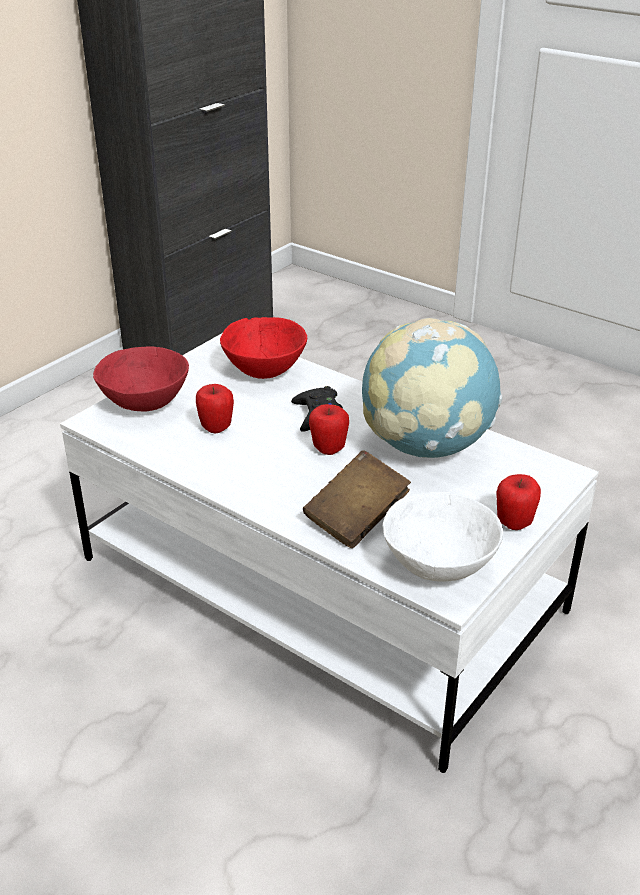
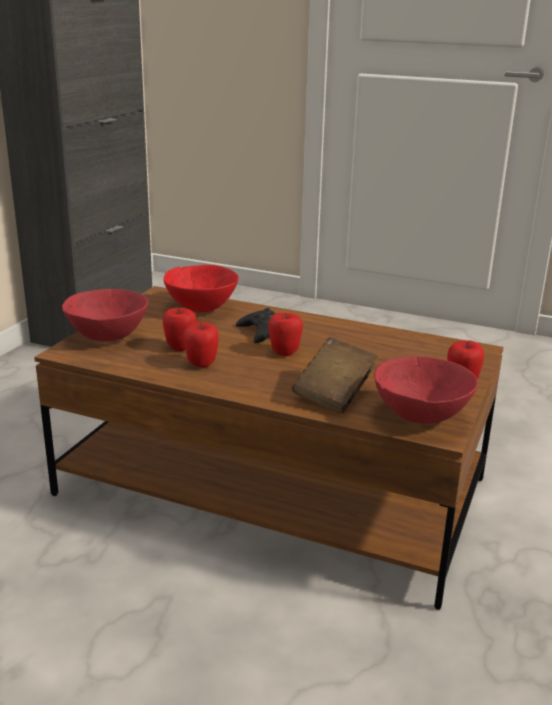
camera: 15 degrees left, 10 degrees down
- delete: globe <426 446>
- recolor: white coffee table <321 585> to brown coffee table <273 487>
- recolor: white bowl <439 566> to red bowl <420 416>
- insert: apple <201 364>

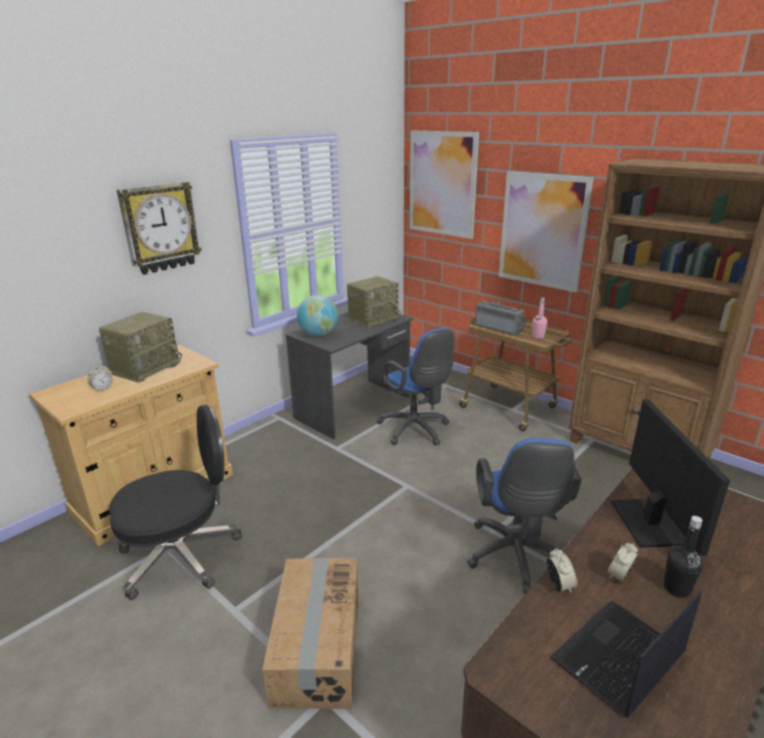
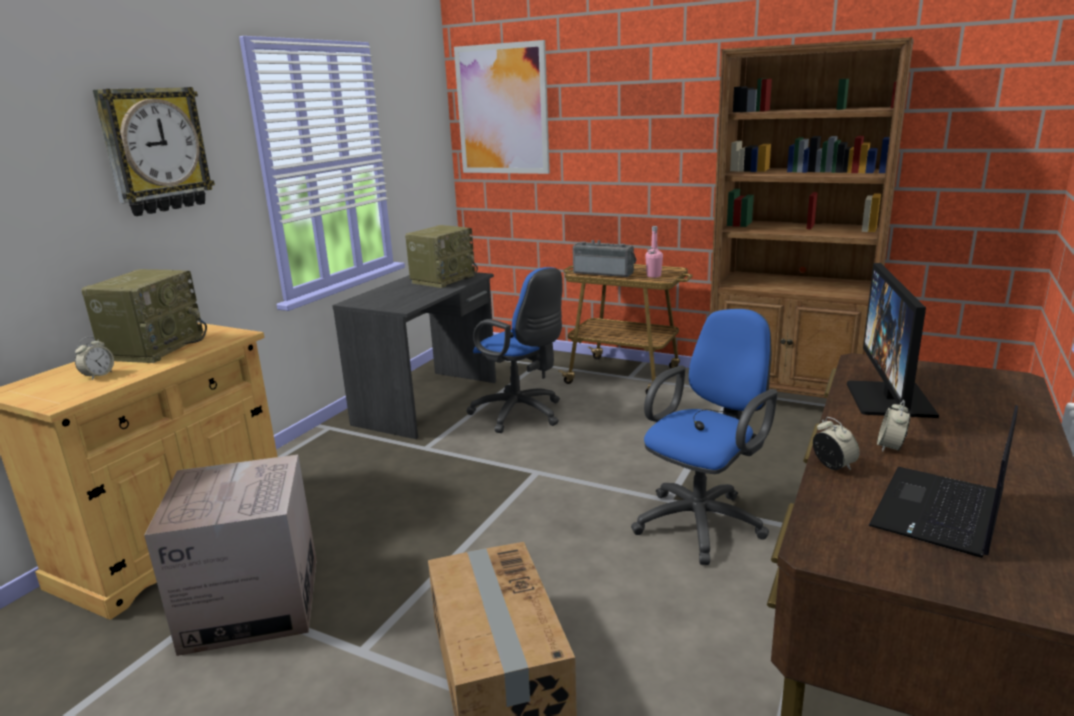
camera: 15 degrees left, 5 degrees down
- delete: picture <542 231>
- delete: globe <318 335>
- rotate: monitor <651 521> = <890 400> 150 degrees counterclockwise
- replace: black office chair <182 555> to cardboard box <253 603>
- rotate: blue office chair <515 558> = <703 521> 120 degrees counterclockwise
- delete: black bottle <676 588>

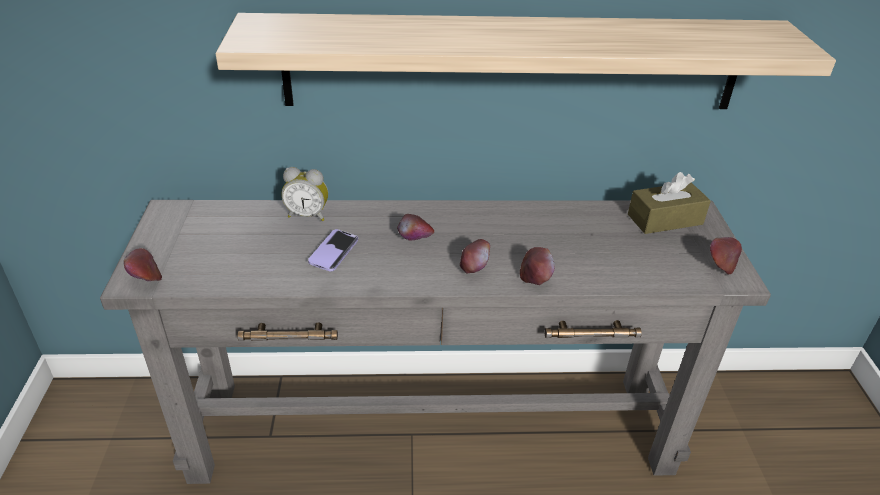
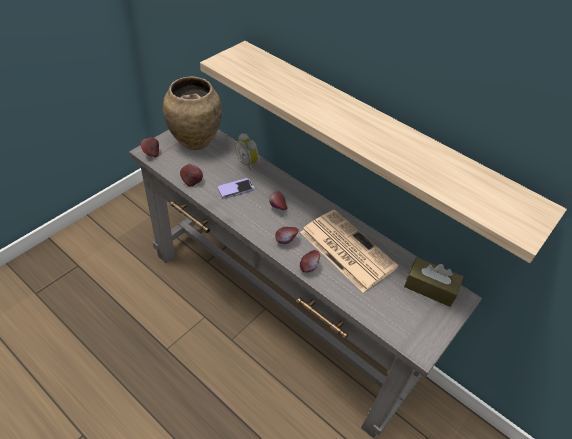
camera: 40 degrees right, 10 degrees up
- move: apple <720 266> to <192 181>
- insert: brown vase <194 142>
- insert: newspaper <346 249>

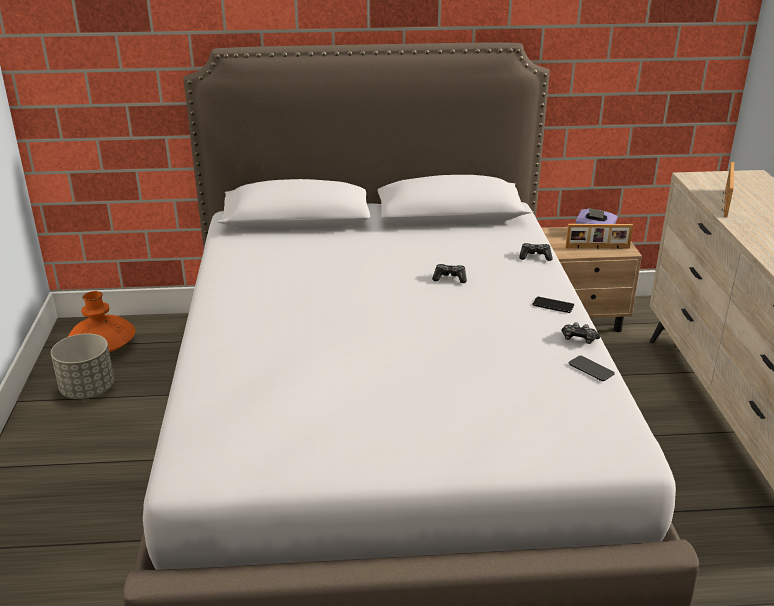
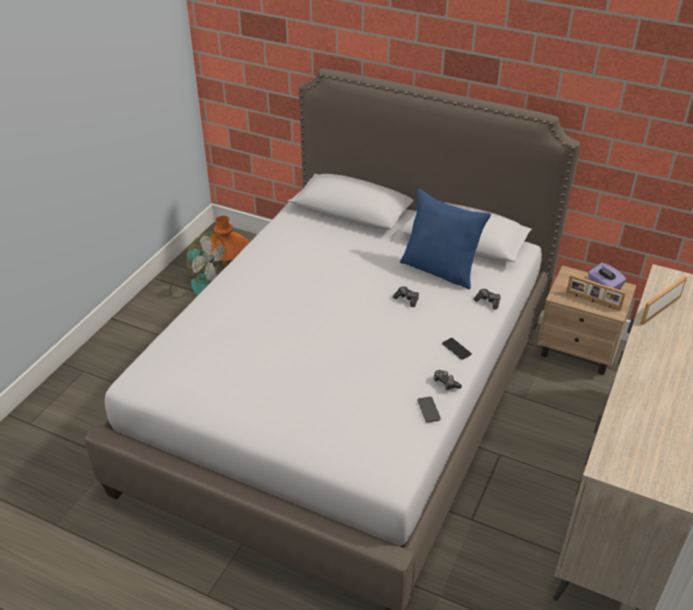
camera: 30 degrees right, 10 degrees up
- replace: grey planter <88 390> to fan <197 284>
- insert: blue pillow <440 269>

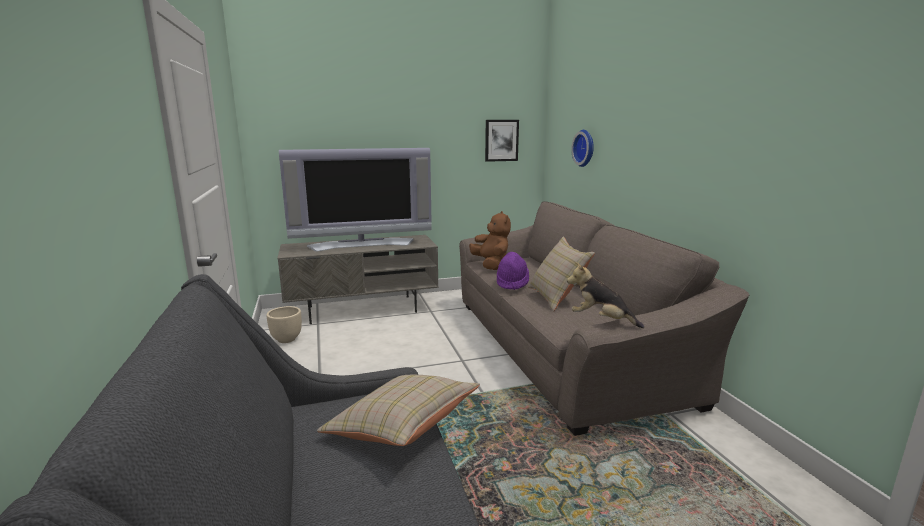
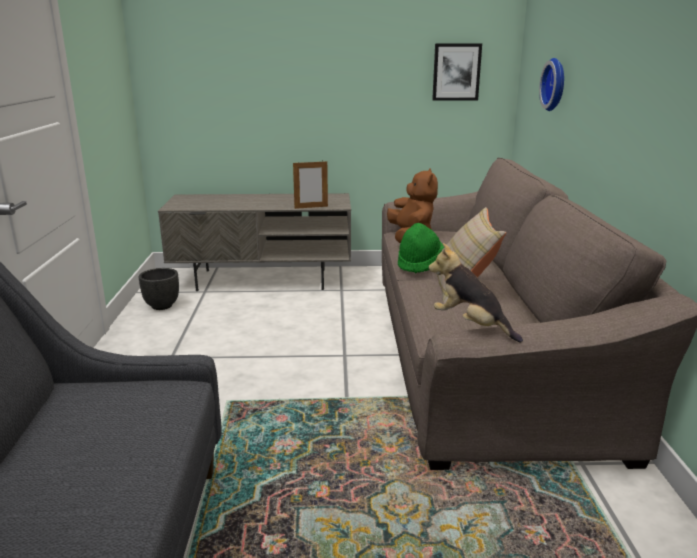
camera: 15 degrees right, 5 degrees up
- delete: television <362 244>
- recolor: purple hat <512 283> to green hat <419 264>
- recolor: beige planter <287 339> to black planter <162 306>
- delete: beige pillow <401 429>
- insert: picture frame <311 207>

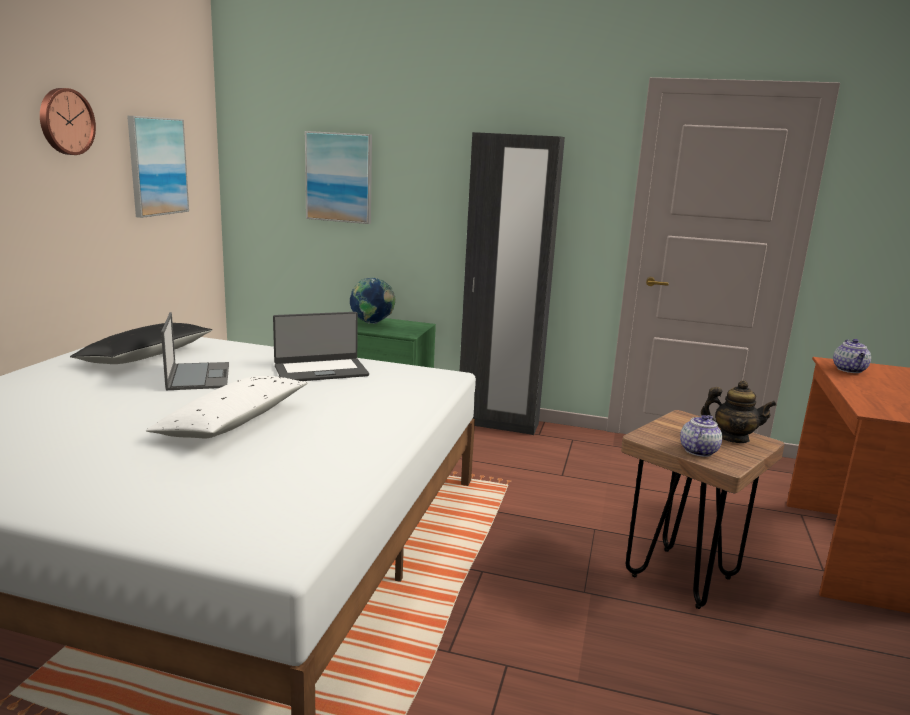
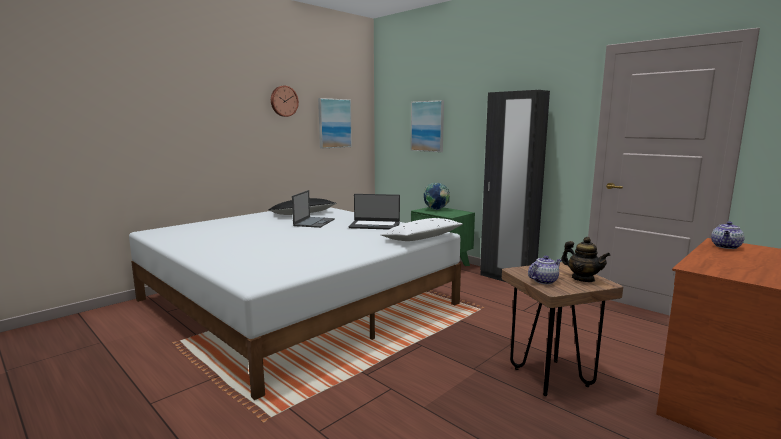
camera: 30 degrees right, 5 degrees down
- move: white pillow <233 422> to <422 238>

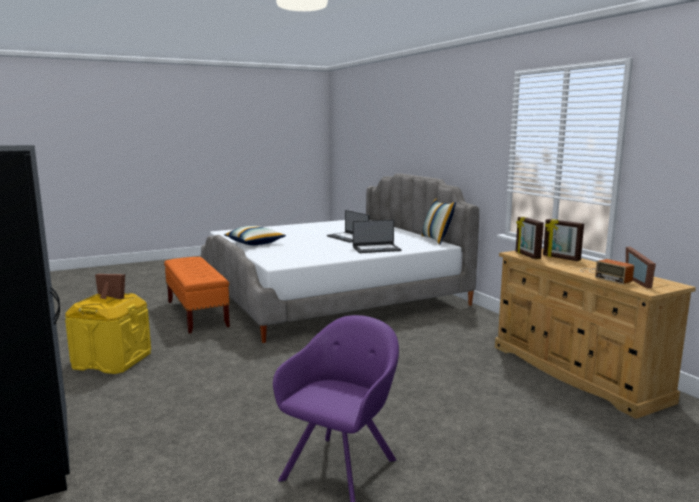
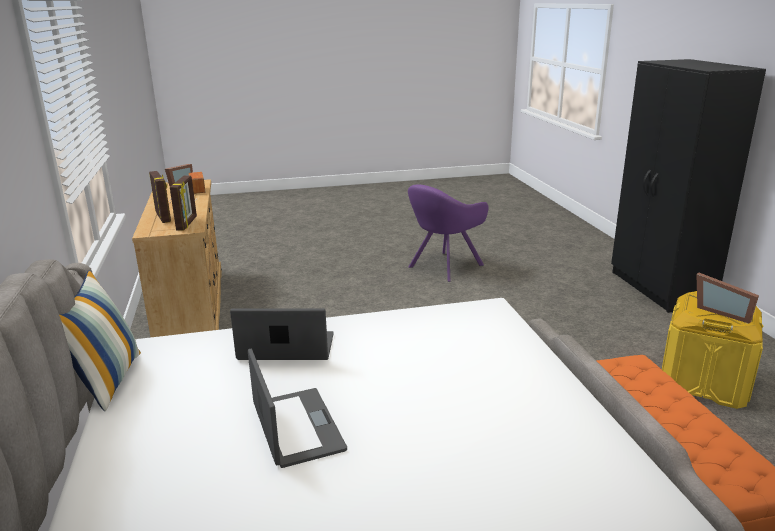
camera: 165 degrees left, 10 degrees up
- delete: pillow <255 243>

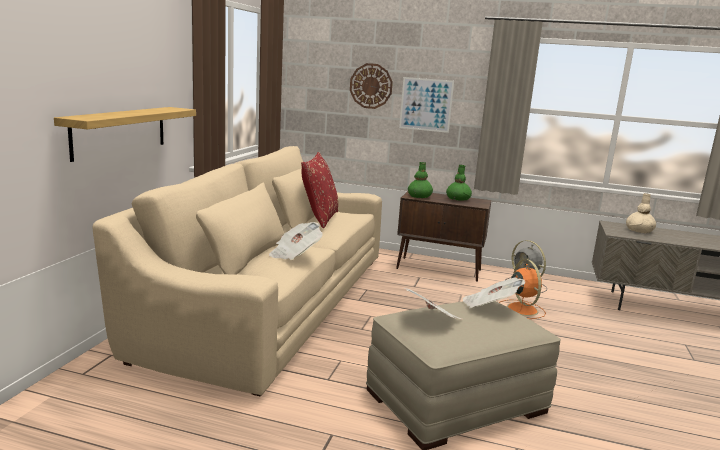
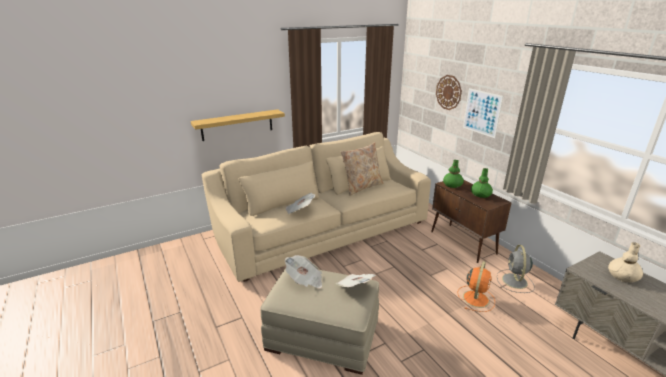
camera: 45 degrees right, 10 degrees up
- recolor: red pillow <319 218> to beige pillow <362 187>

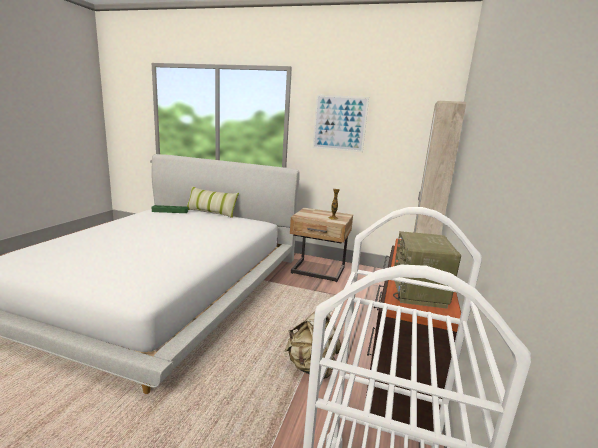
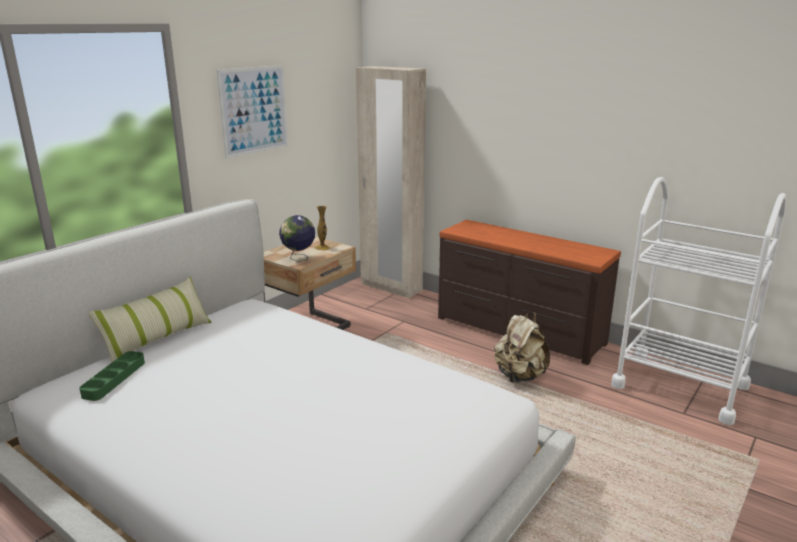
camera: 70 degrees left, 5 degrees up
- delete: radio <419 293>
- insert: globe <298 259>

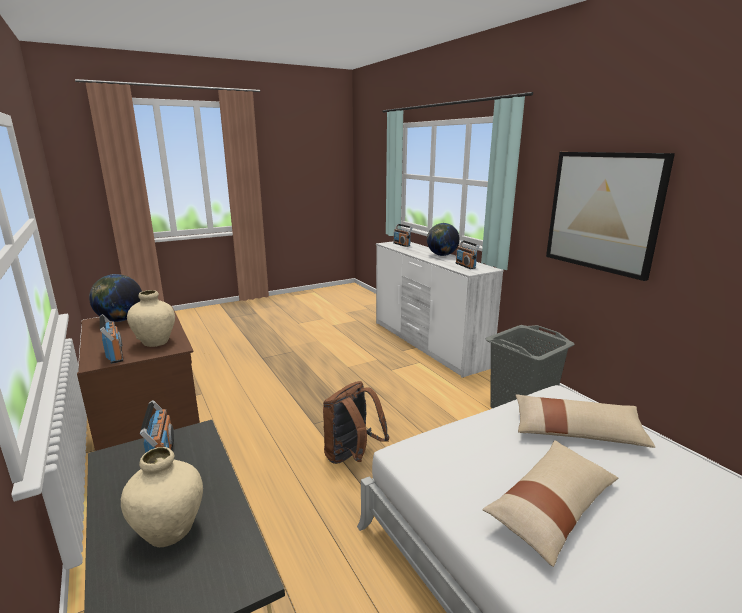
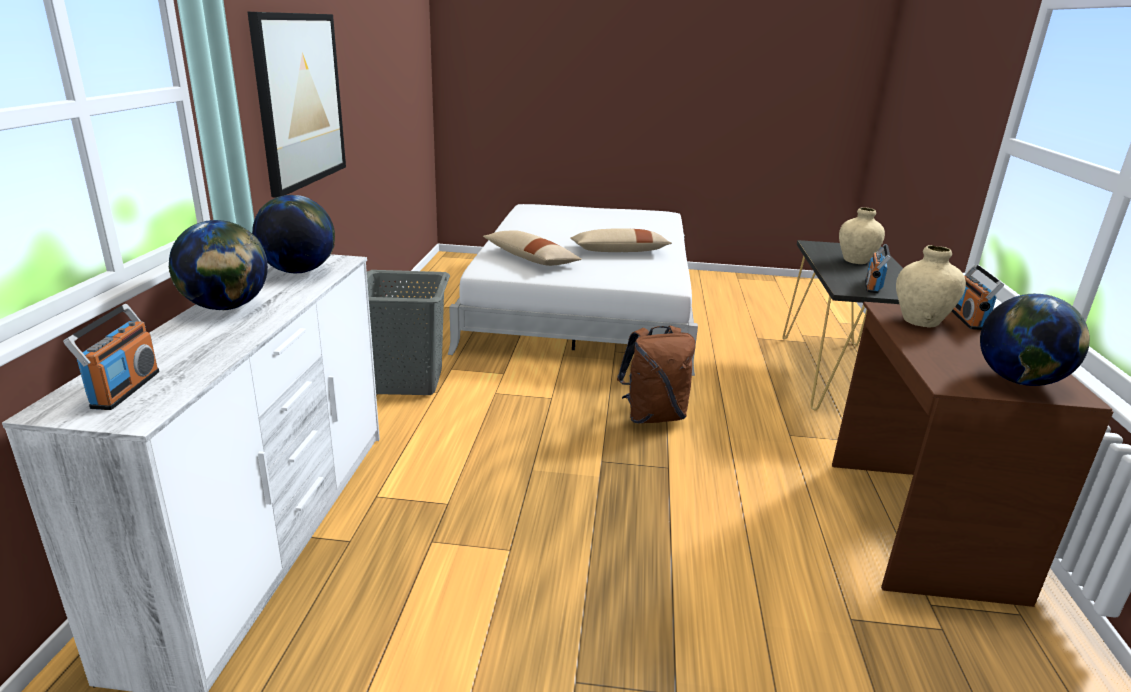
camera: 145 degrees left, 5 degrees up
- replace: radio <465 266> to globe <299 271>

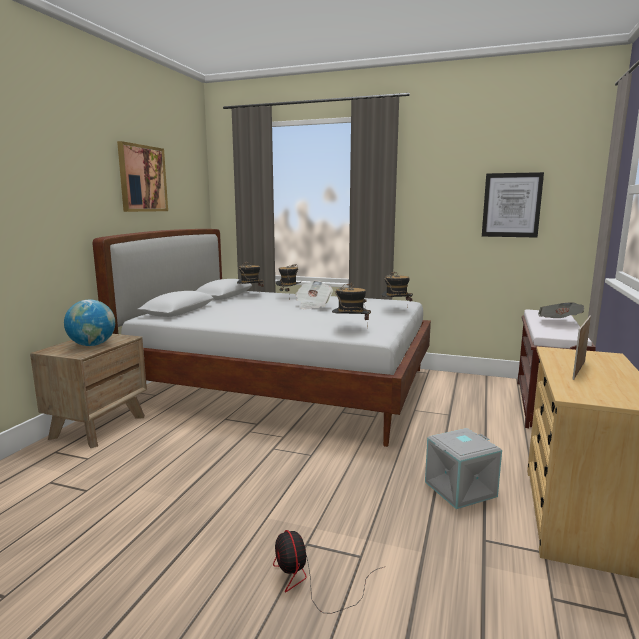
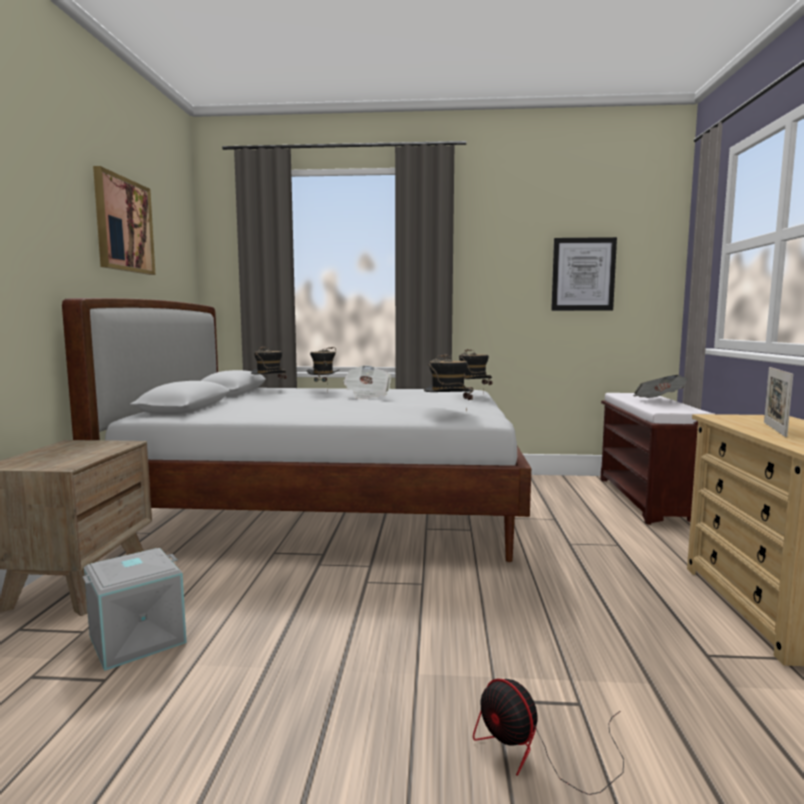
camera: 15 degrees left, 5 degrees down
- delete: globe <92 345>
- move: grey storage box <460 490> to <137 640>

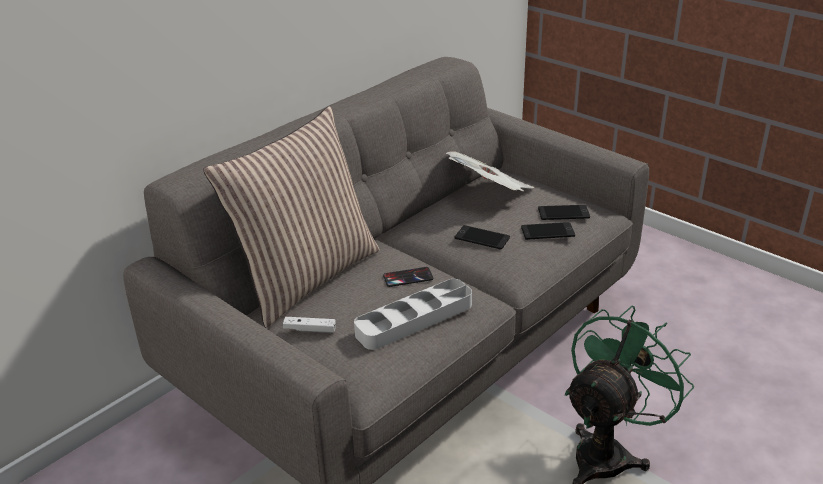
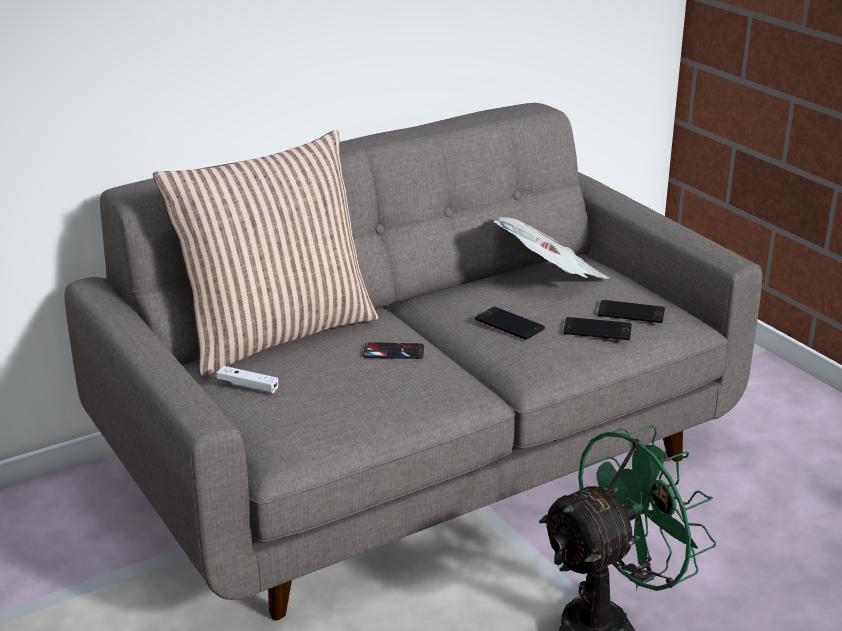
camera: 15 degrees right, 5 degrees down
- delete: grey tray <414 319>

